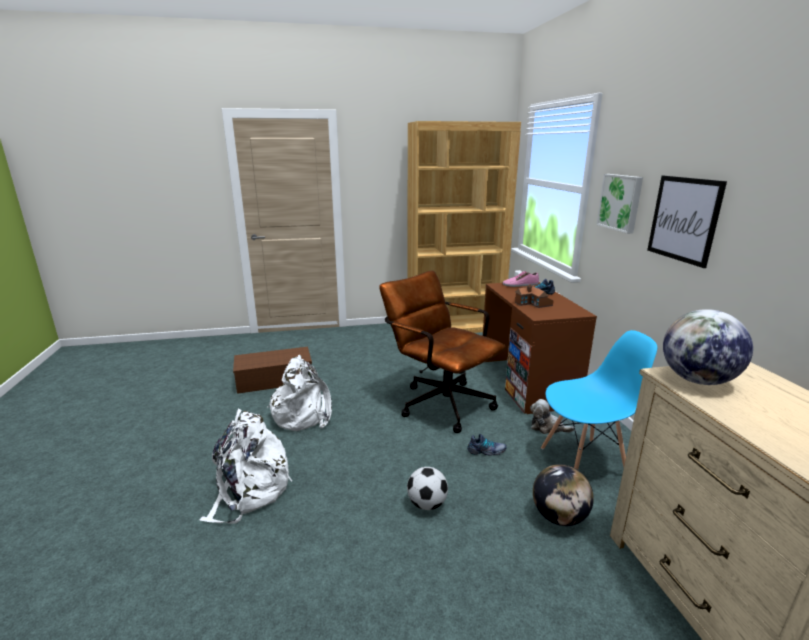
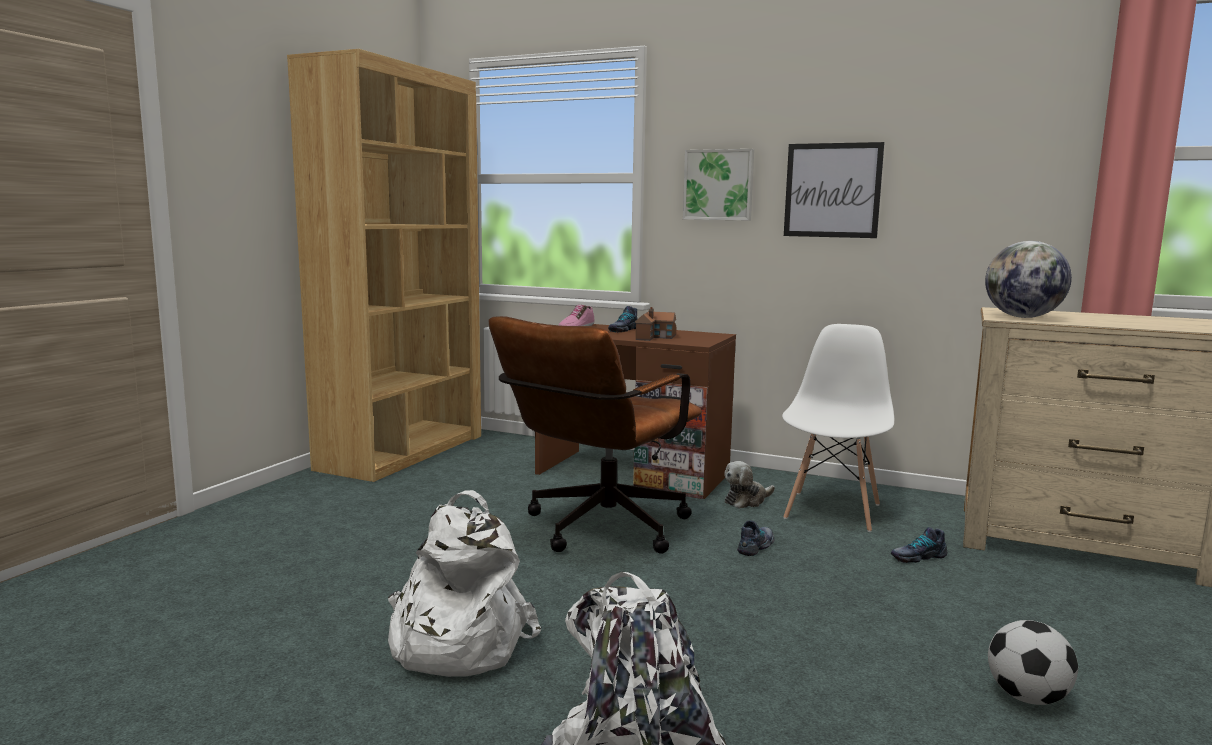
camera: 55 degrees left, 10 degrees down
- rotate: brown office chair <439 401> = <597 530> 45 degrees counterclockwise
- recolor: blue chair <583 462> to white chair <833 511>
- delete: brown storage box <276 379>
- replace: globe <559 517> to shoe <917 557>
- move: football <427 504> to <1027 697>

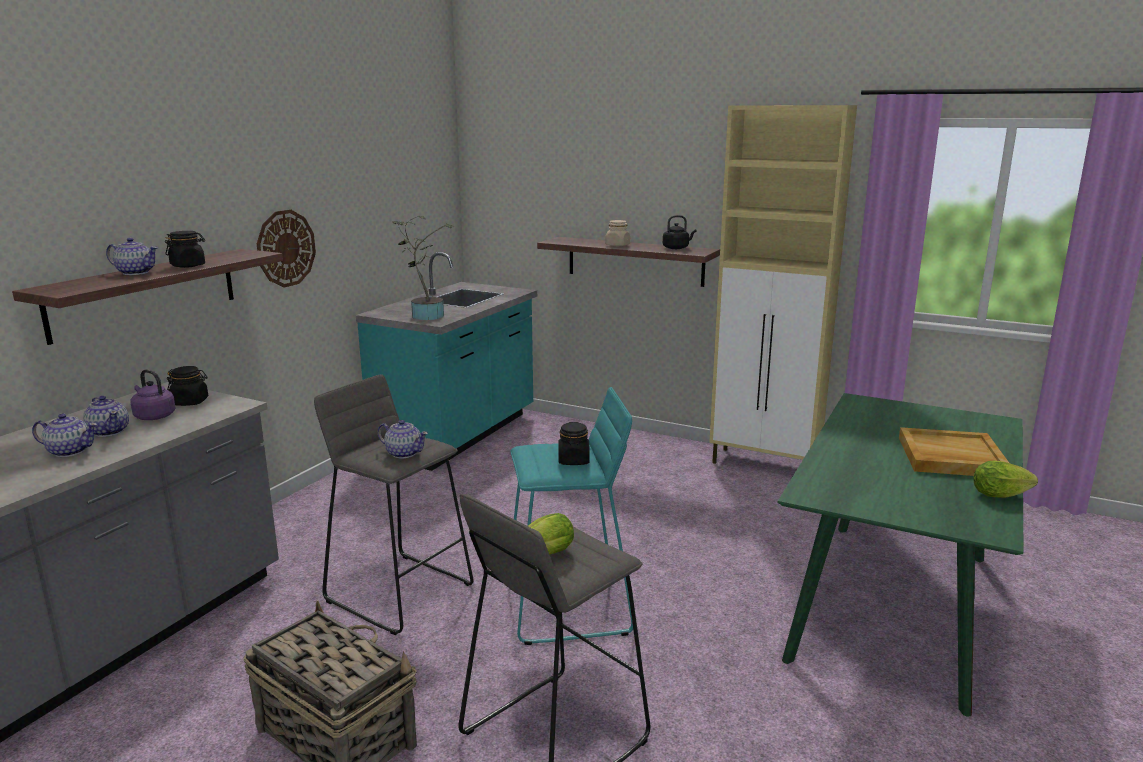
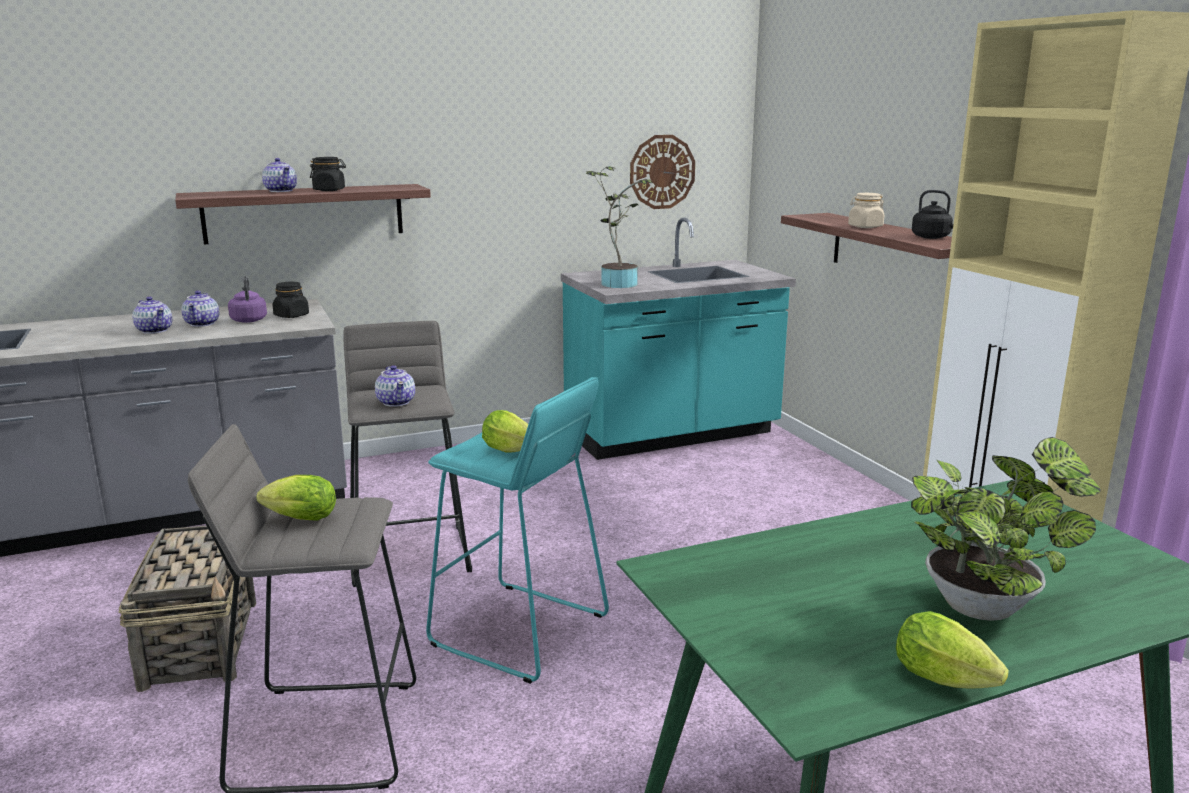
camera: 40 degrees right, 0 degrees up
- move: wall clock <286 248> to <662 172>
- replace: black jar <573 460> to lettuce <512 451>
- replace: beige tray <950 457> to potted plant <985 605>

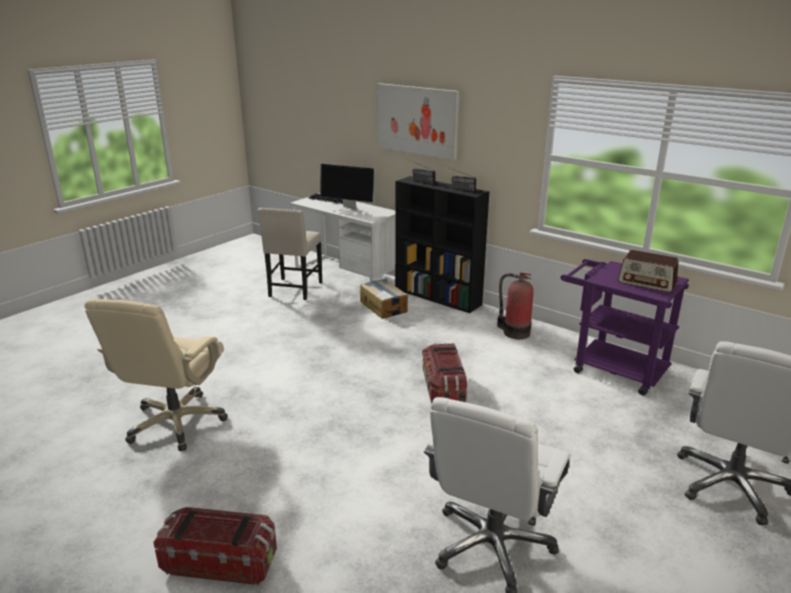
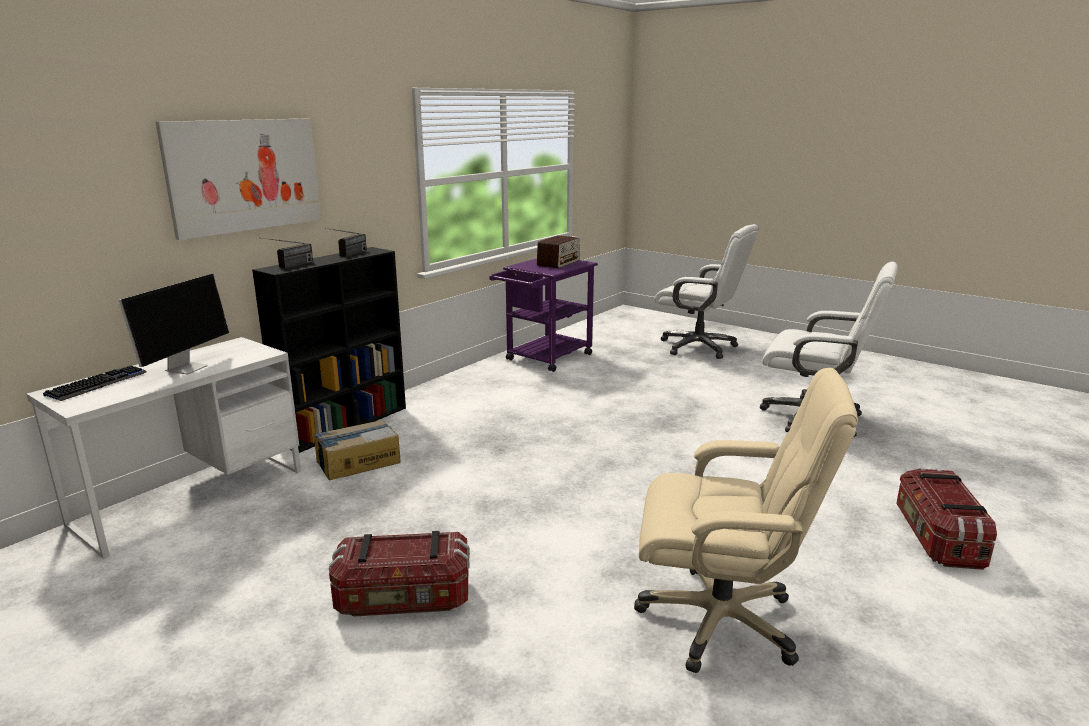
camera: 90 degrees left, 5 degrees down
- delete: beige chair <294 290>
- delete: fire extinguisher <514 332>
- move: storage box <443 389> to <403 599>

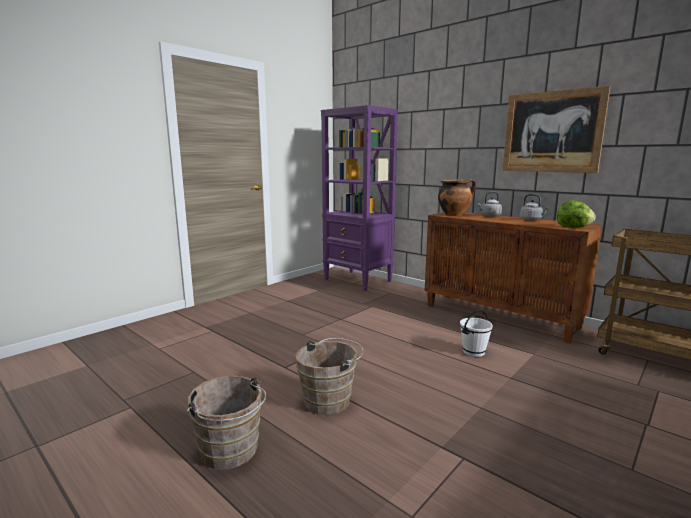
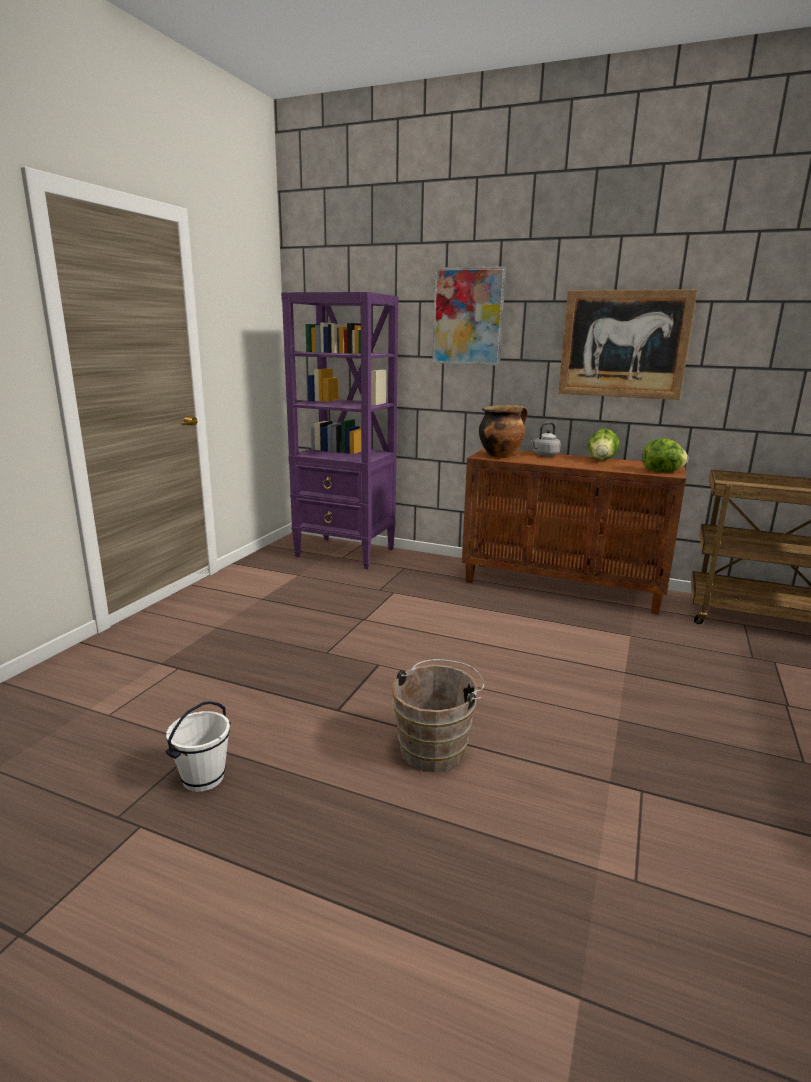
camera: 20 degrees left, 5 degrees up
- replace: grey kettle <531 219> to lettuce <601 460>
- move: white bucket <473 352> to <203 778>
- delete: brown bucket <231 452>
- insert: picture <468 316>

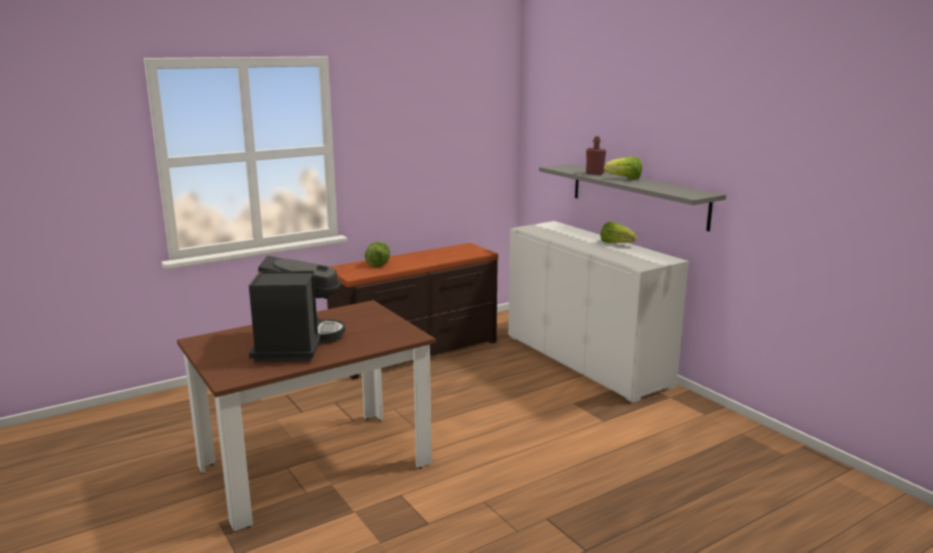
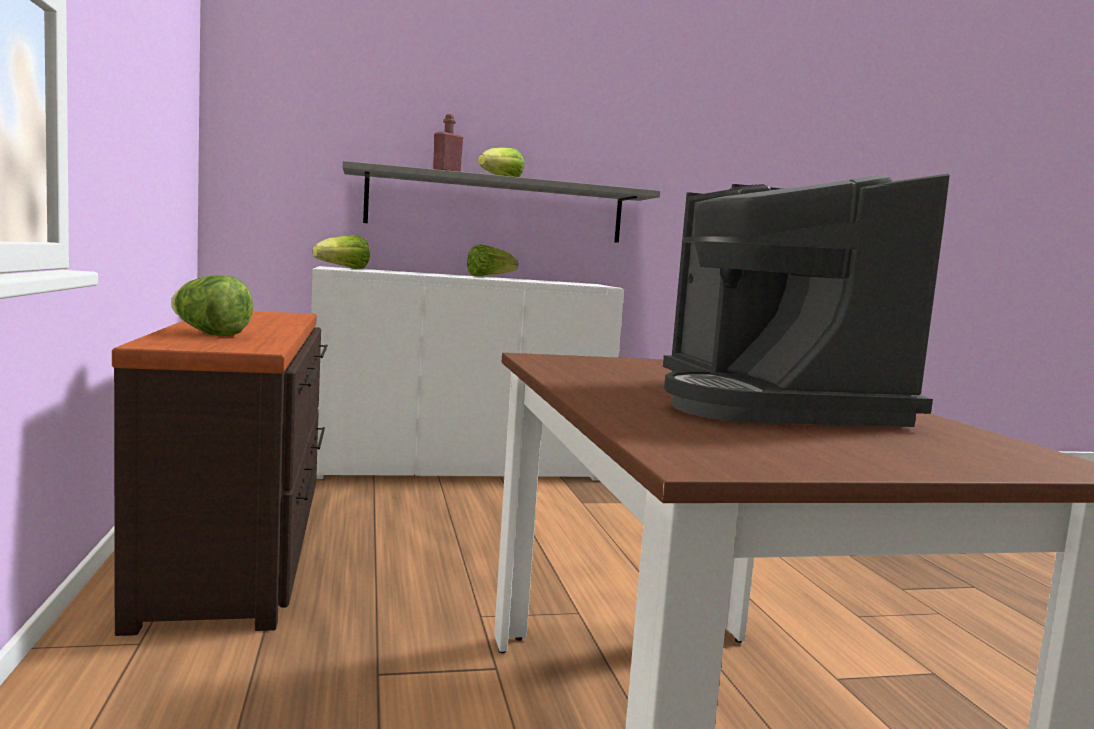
camera: 70 degrees left, 10 degrees down
- rotate: coffee machine <295 344> = <771 404> 120 degrees counterclockwise
- insert: lettuce <344 268>

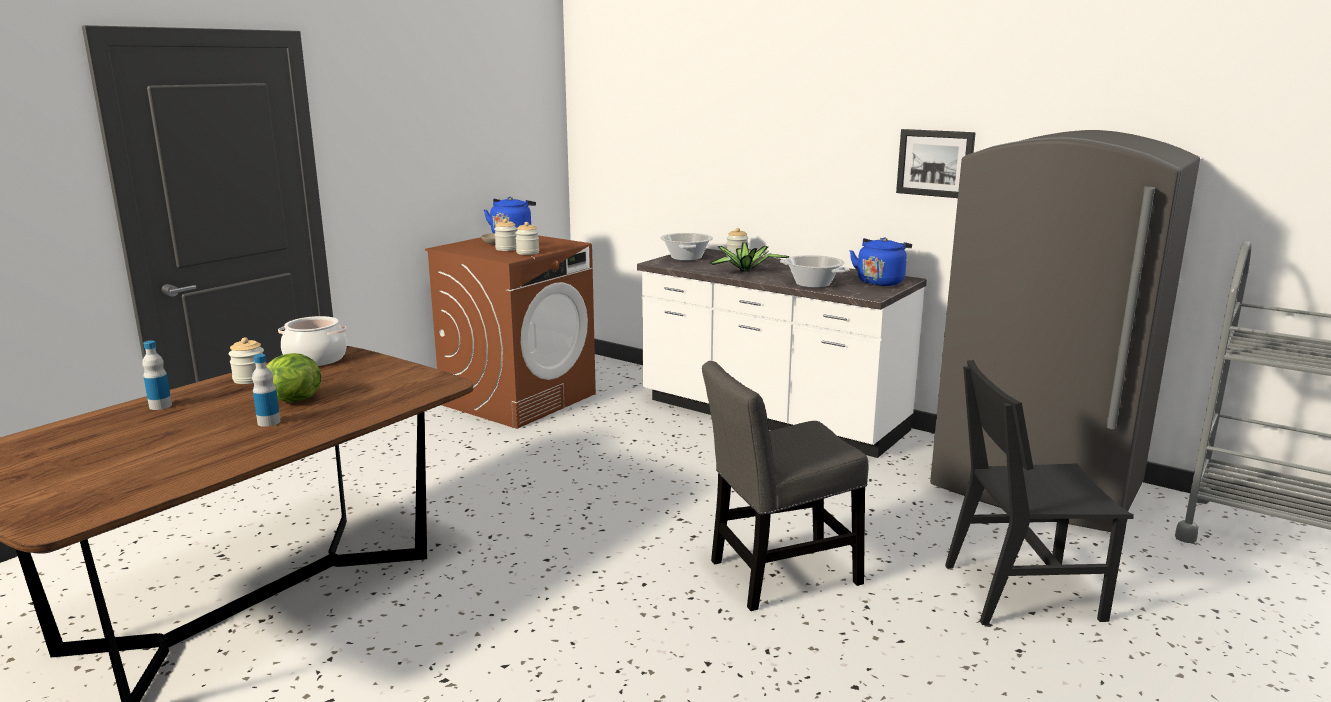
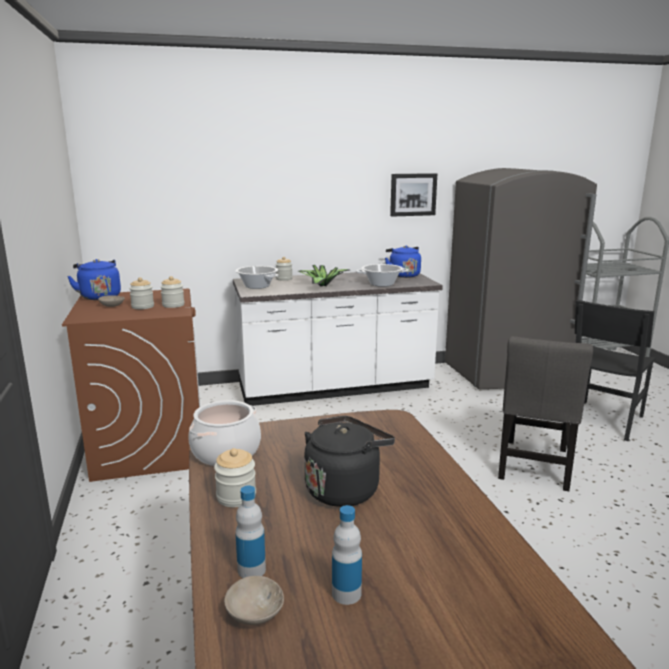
camera: 50 degrees left, 0 degrees up
- replace: lettuce <292 400> to black kettle <345 489>
- move: bottle <269 422> to <346 593>
- insert: beige bowl <253 612>

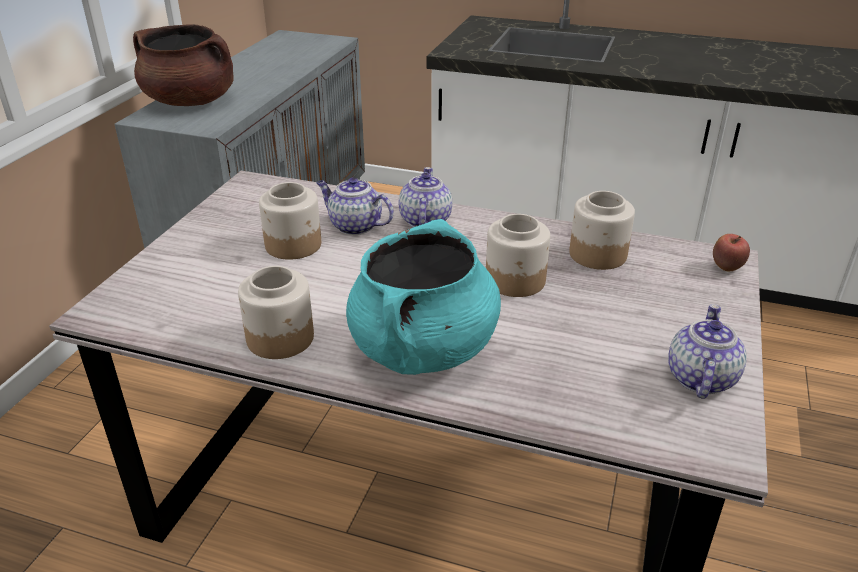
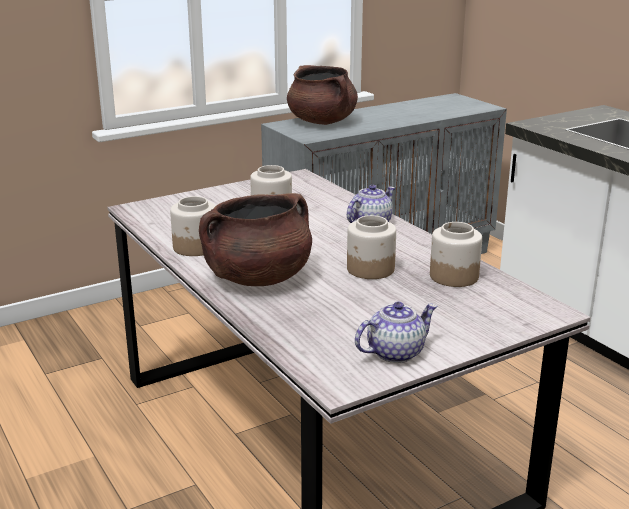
camera: 40 degrees right, 10 degrees down
- delete: teapot <354 226>
- recolor: turquoise cooking pot <423 349> to brown cooking pot <258 278>
- delete: apple <726 268>

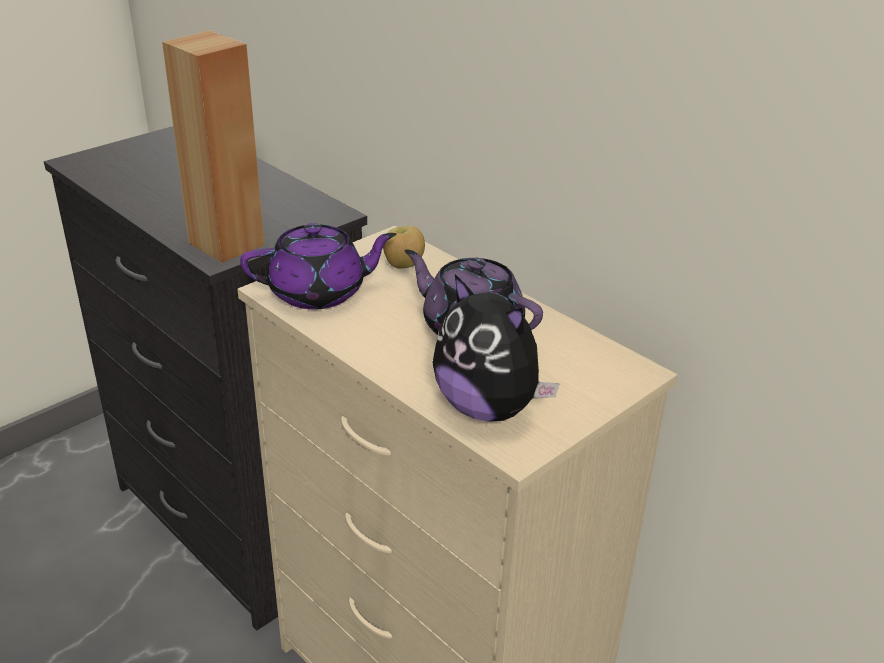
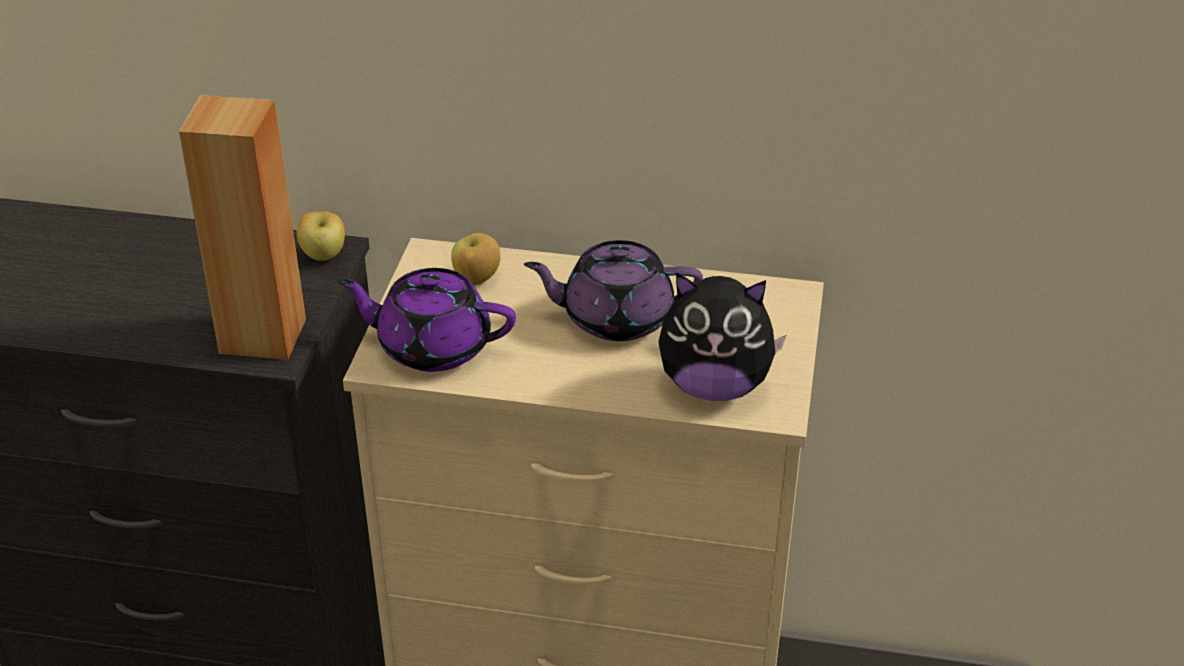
camera: 35 degrees left, 5 degrees up
- rotate: purple teapot <319 292> = <432 346> 120 degrees counterclockwise
- insert: apple <324 256>

